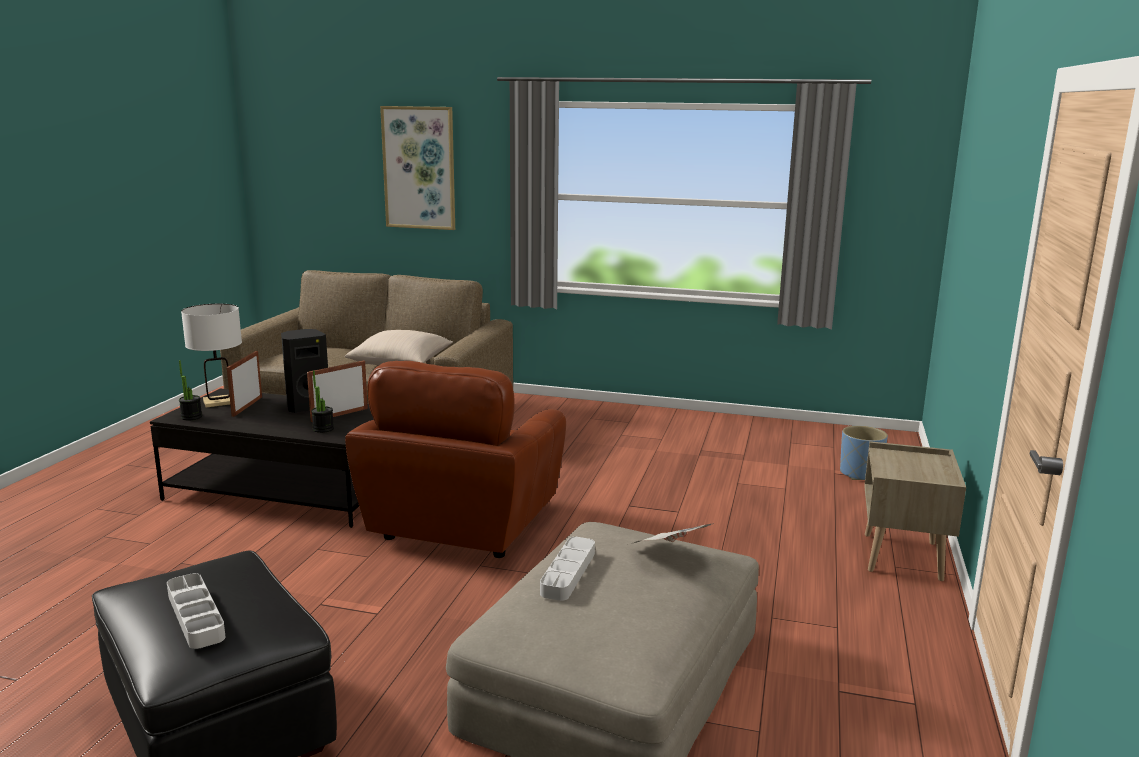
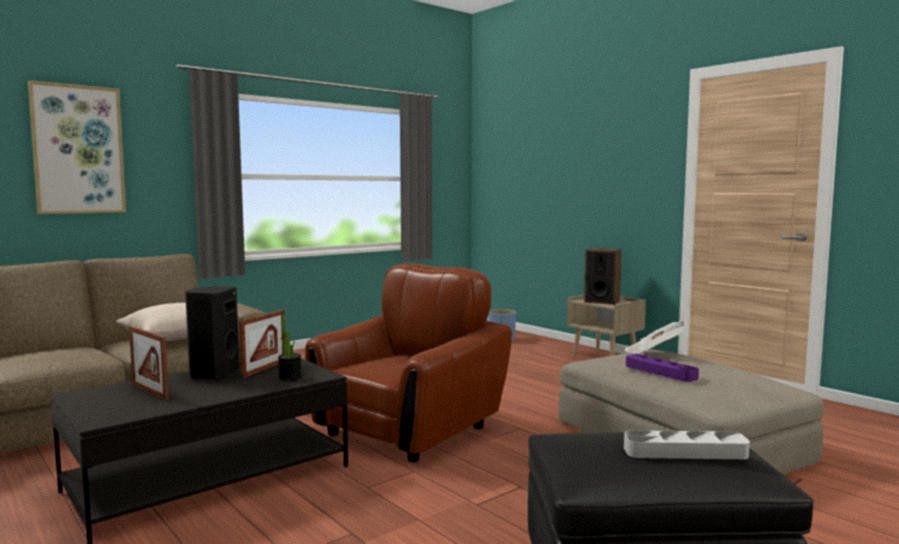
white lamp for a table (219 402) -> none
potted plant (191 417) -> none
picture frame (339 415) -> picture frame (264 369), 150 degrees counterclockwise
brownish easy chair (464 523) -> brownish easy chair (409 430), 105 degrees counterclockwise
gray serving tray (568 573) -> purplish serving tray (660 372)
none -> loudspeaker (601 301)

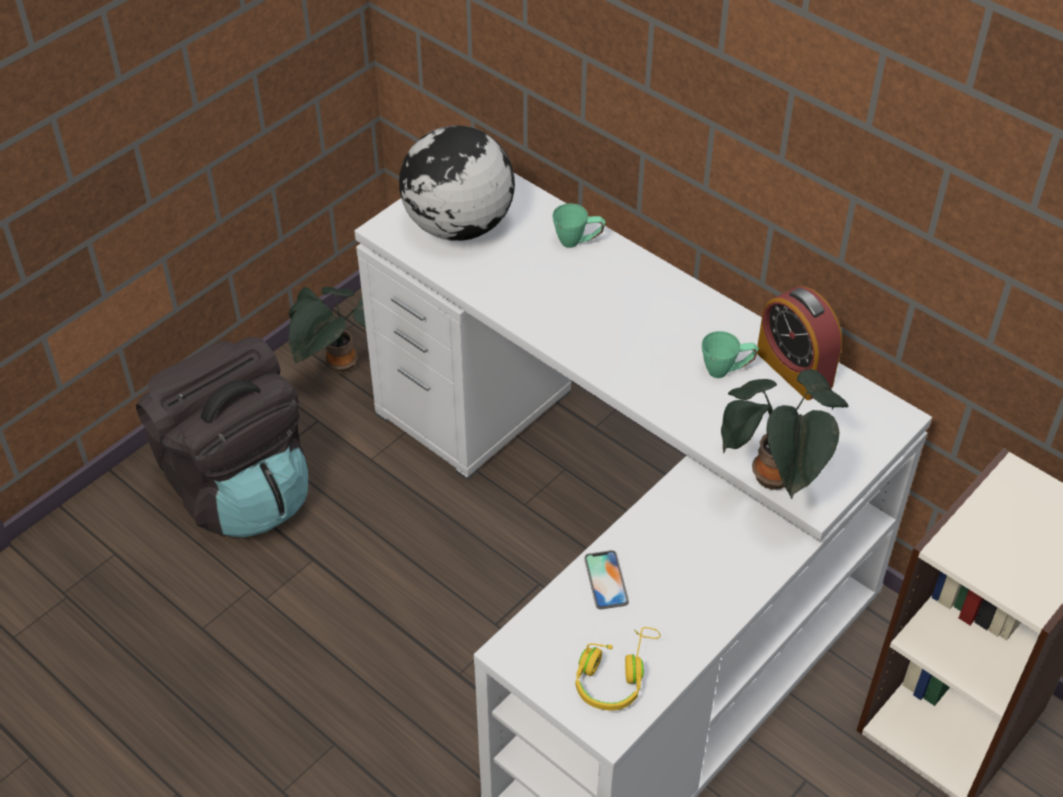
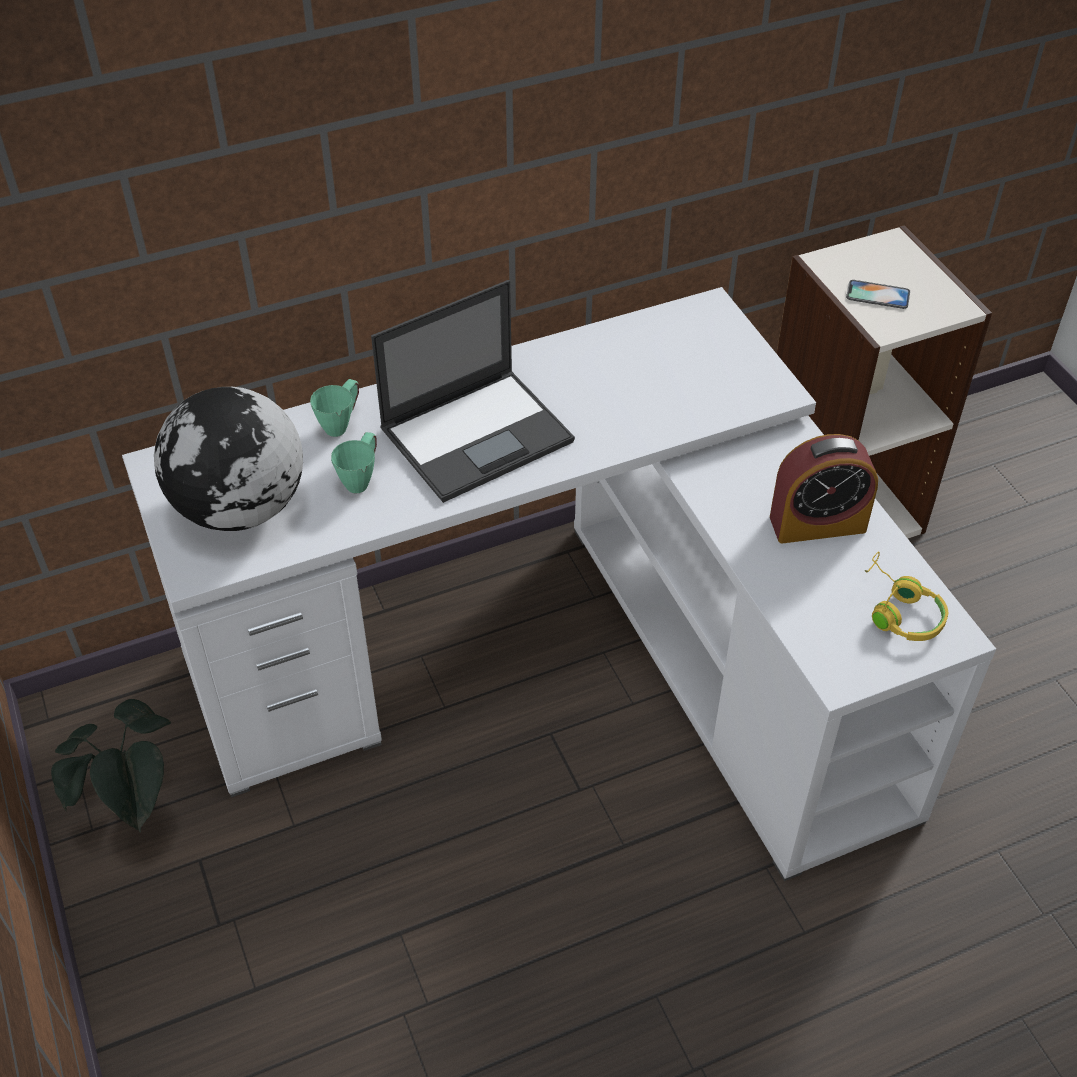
table clock (794 369) -> table clock (817 523), shifted
green-coloured tea mug (726 370) -> green-coloured tea mug (361 478), shifted
black backpack (238 487) -> none
potted plant (774 481) -> none
handset (606 580) -> handset (878 295), shifted
none -> portable computer (478 434)

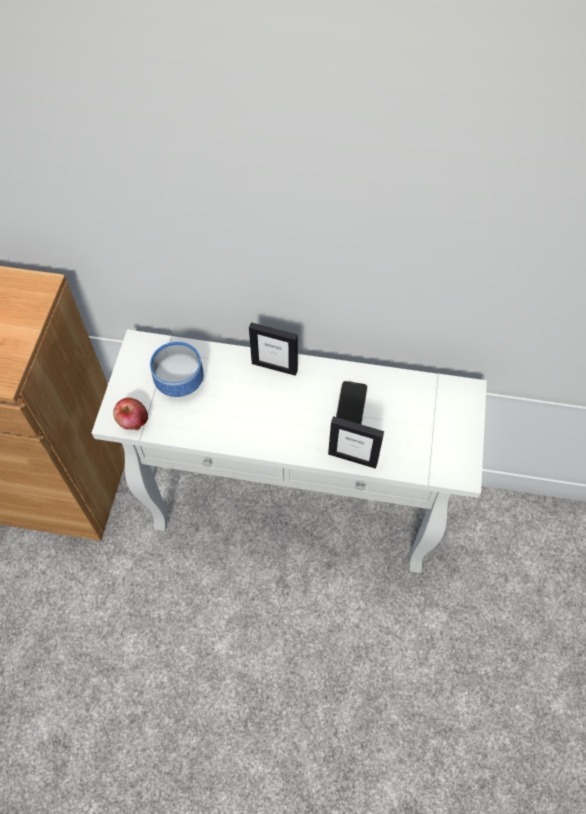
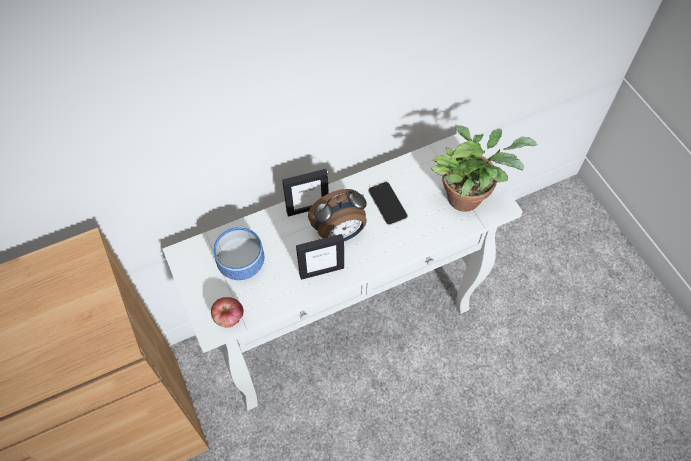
picture frame (352 458) -> picture frame (321 271), shifted
none -> potted plant (468 195)
none -> table clock (340 233)

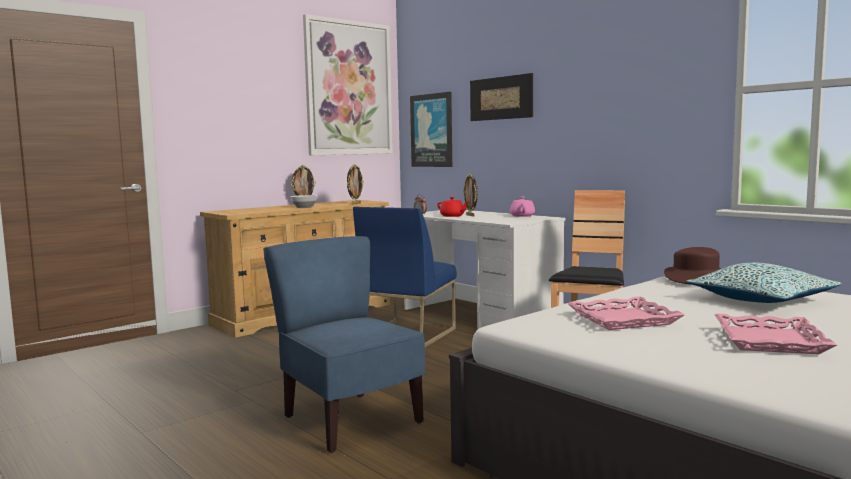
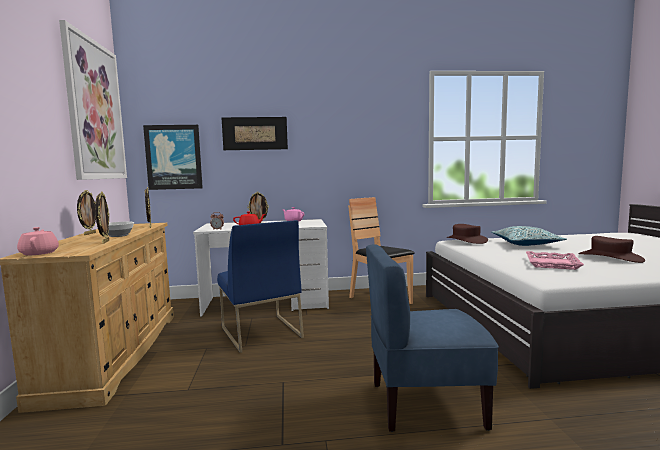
pink-coloured serving tray (770 341) -> brownish hat (610 257)
none -> picture frame (105 242)
none -> pink-coloured tea pot (39 253)

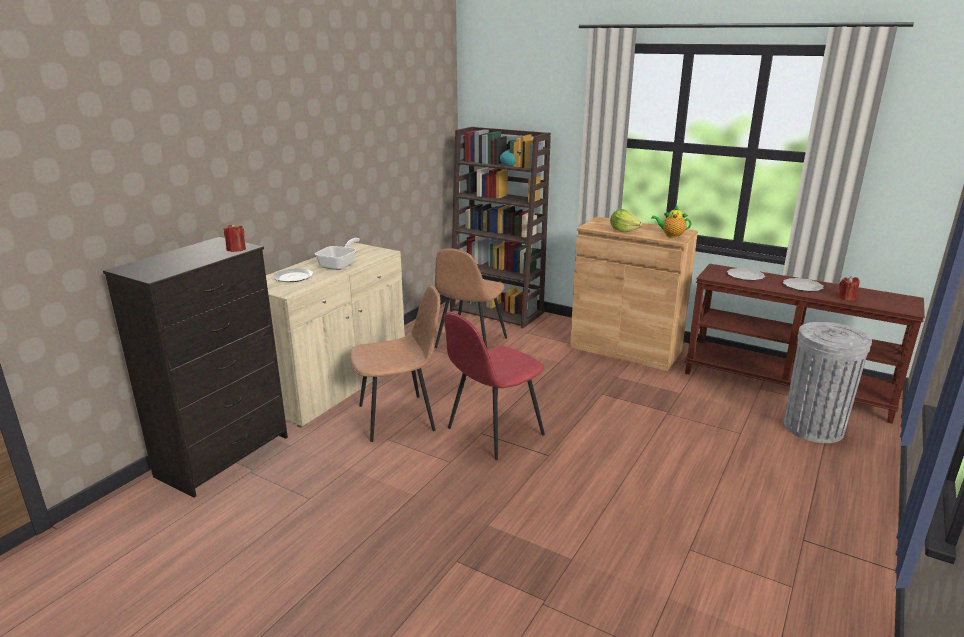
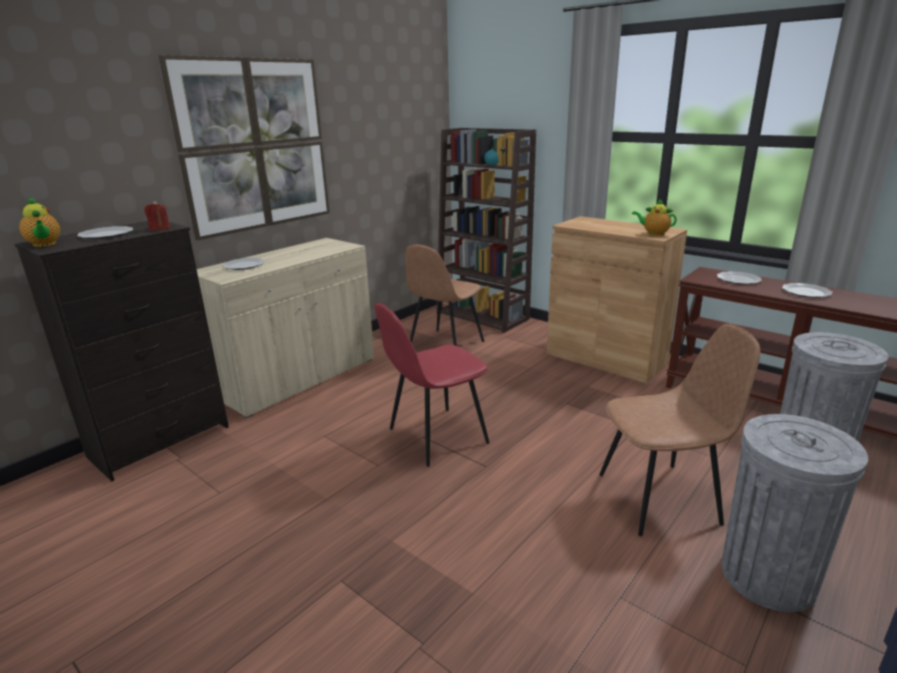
lettuce (623 231) -> none
frying pan (340 264) -> none
red-coloured candle (846 298) -> none
brownish plain chair (399 417) -> brownish plain chair (661 498), shifted
none -> wall art (255 146)
none -> tea pot (45 244)
none -> dinner plate (107 234)
none -> gray waste bin (767 576)

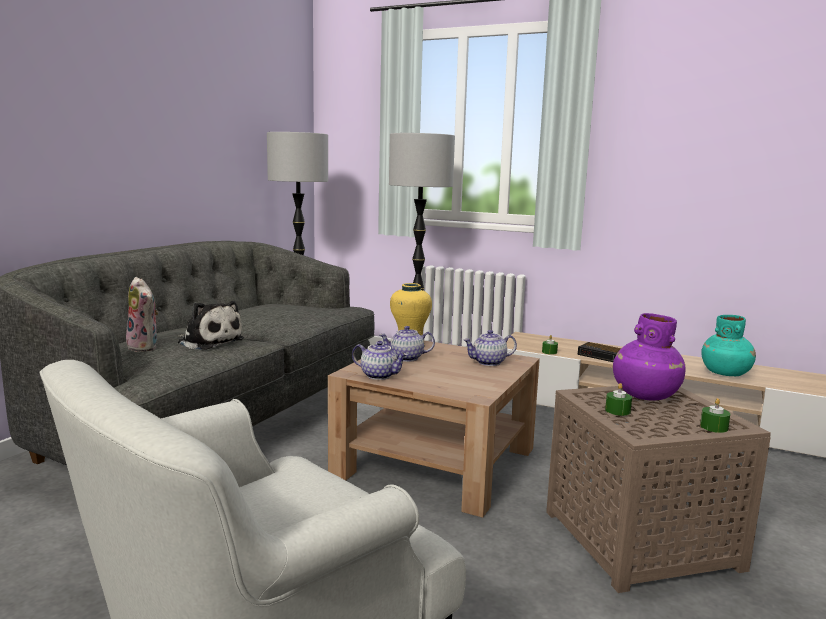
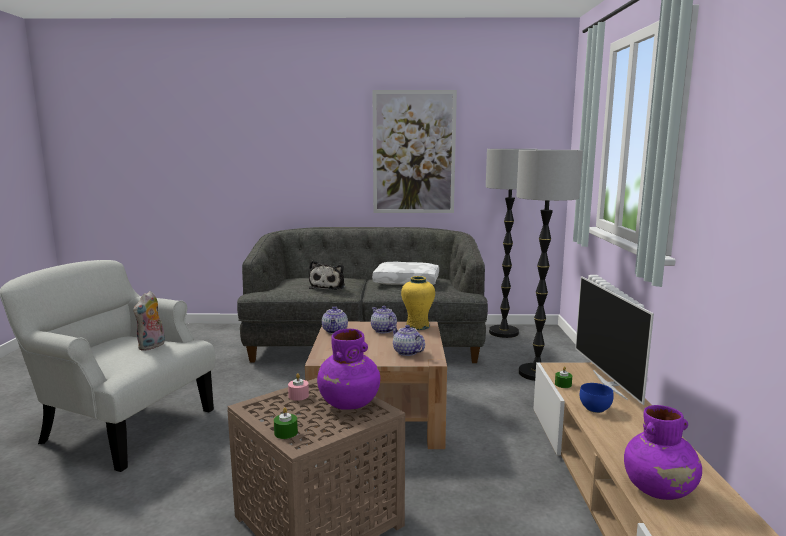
soft toy (145 347) -> soft toy (152 346), shifted
turquoise-coloured decorative vase (725 373) -> purplish decorative vase (659 490)
table clock (602 356) -> blue-coloured serving bowl (596 409)
green-coloured candle (617 411) -> pink-coloured candle (298 396)
none -> wall art (414 152)
none -> white pillow (407 281)
none -> television (610 384)

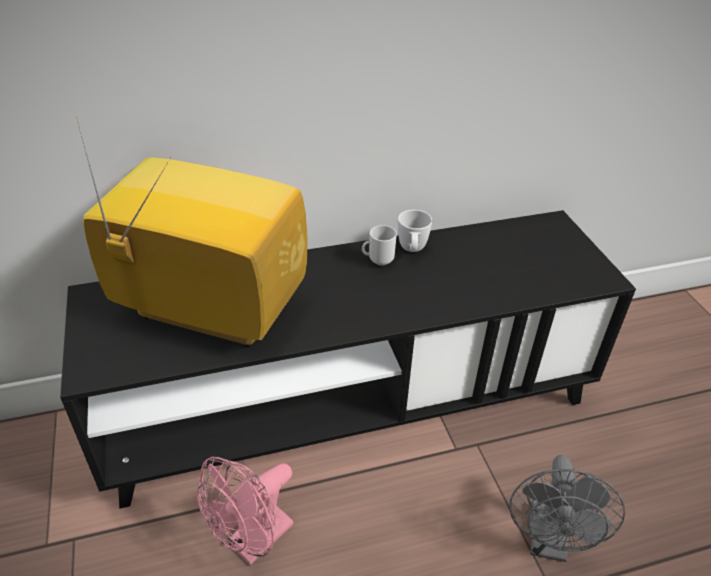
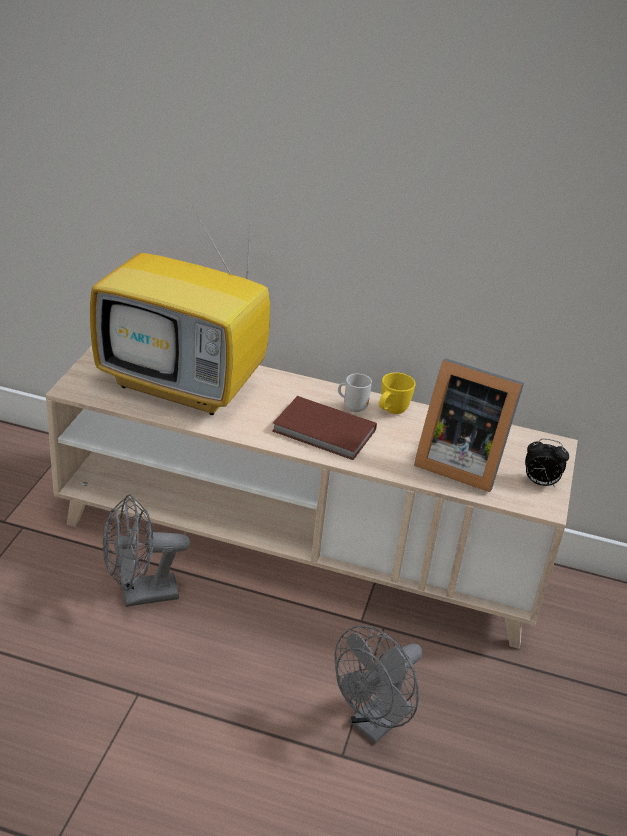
television (207 311) -> television (185 385), 150 degrees clockwise
black media console (352 407) -> sand-coloured media console (300 546)
white tea mug (412 251) -> yellow tea mug (390 412)
pink-coloured electric fan (253 542) -> gray electric fan (140 595)
none -> picture frame (458 462)
none -> brownish book (324 432)
none -> table clock (539 483)

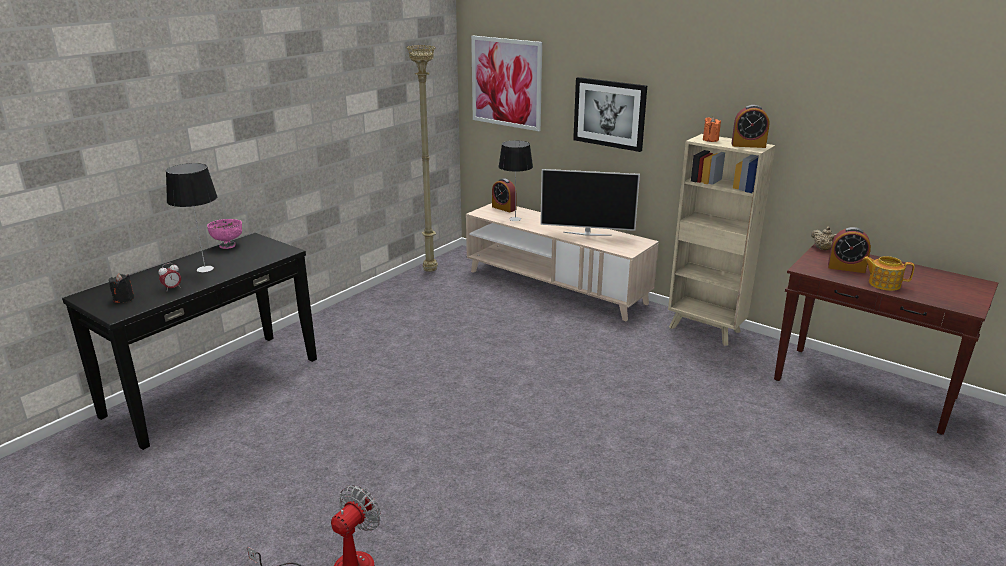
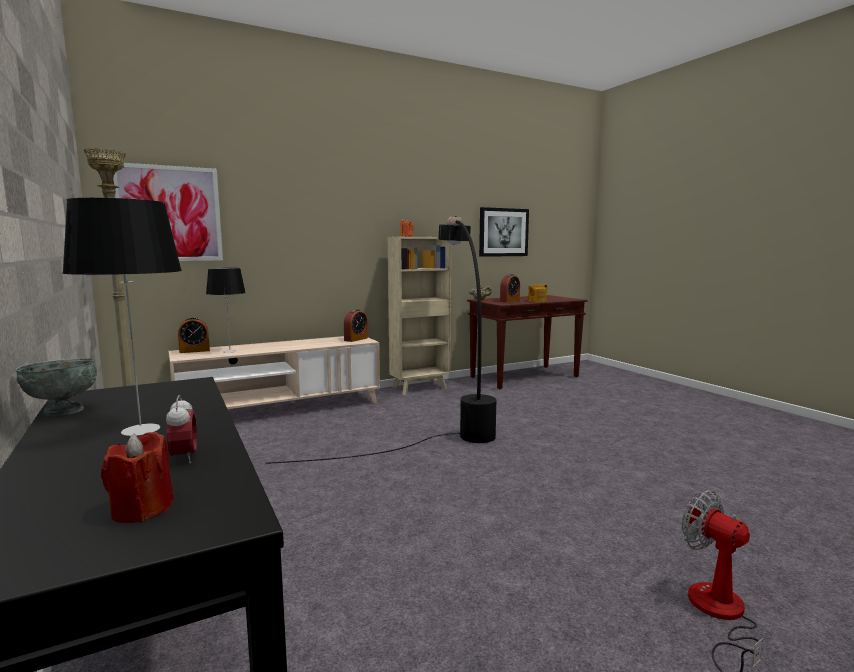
wall art (609 113) -> wall art (503 232), shifted
table clock (748 145) -> table clock (356 339), shifted
television (587 233) -> none
pink-coloured serving bowl (228 245) -> gray serving bowl (62 411)
black candle (124 299) -> red-coloured candle (142 509)
none -> black standing lamp (449 423)

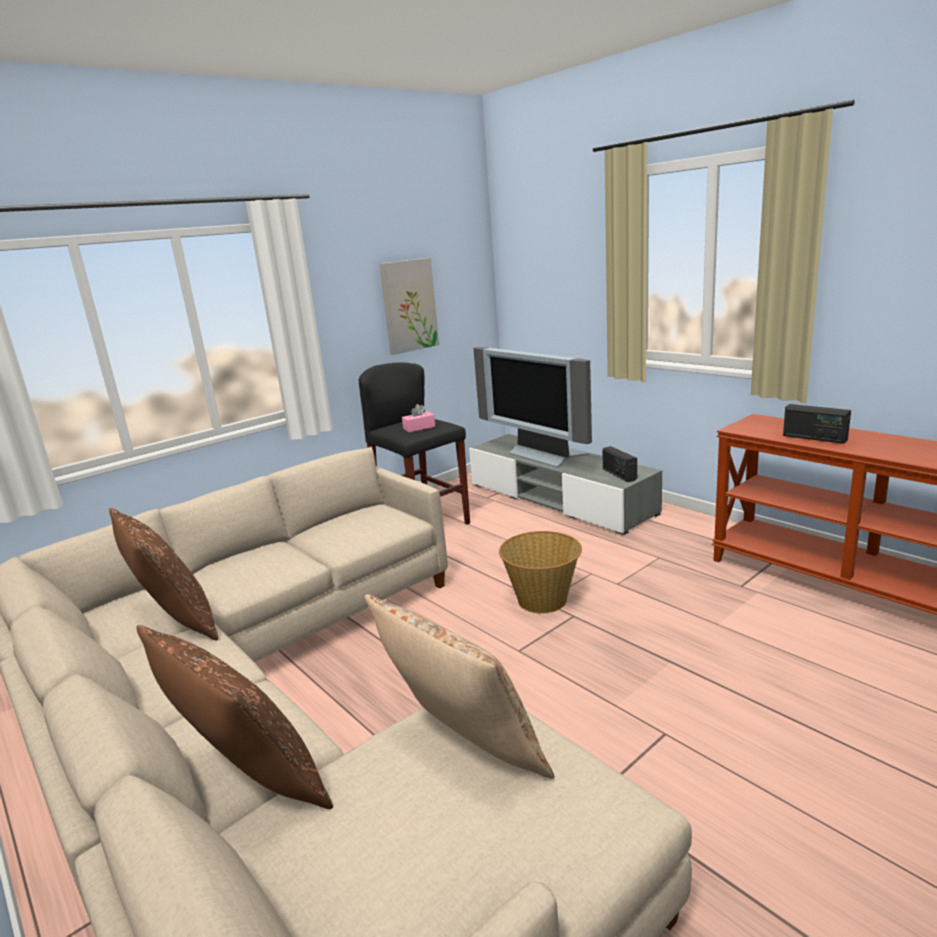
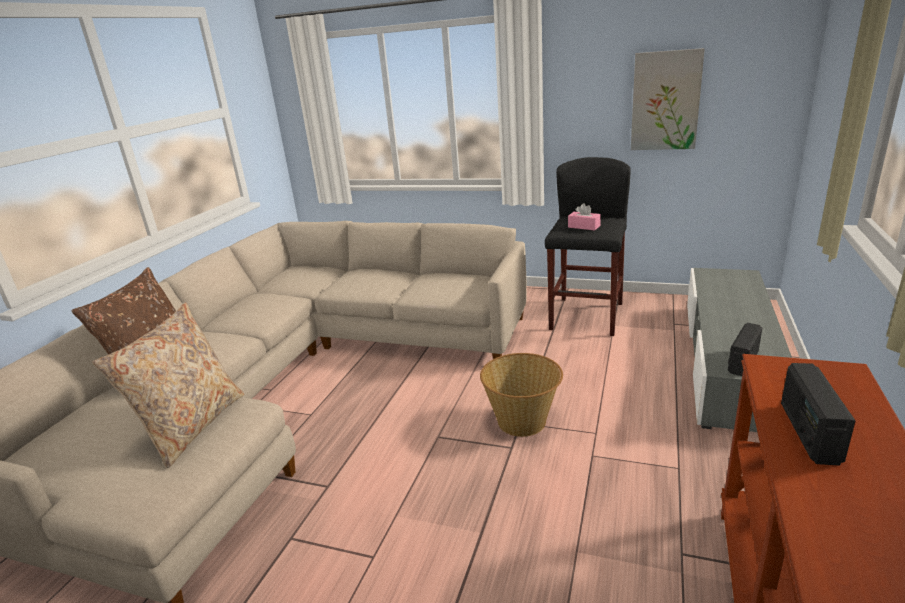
television (544 456) -> none
brownish pillow (176 623) -> none

